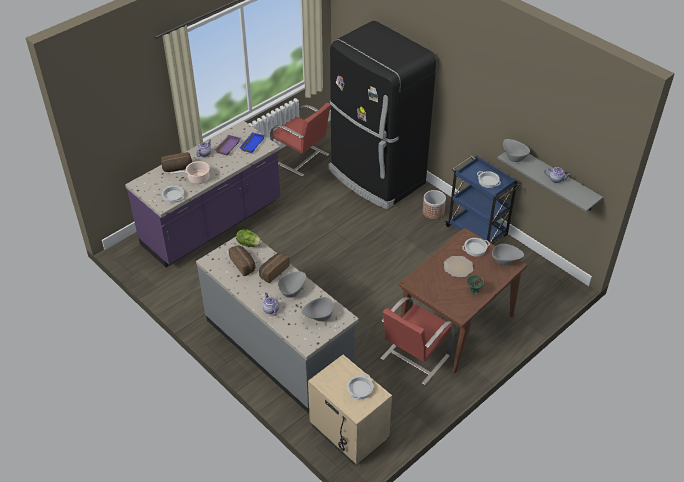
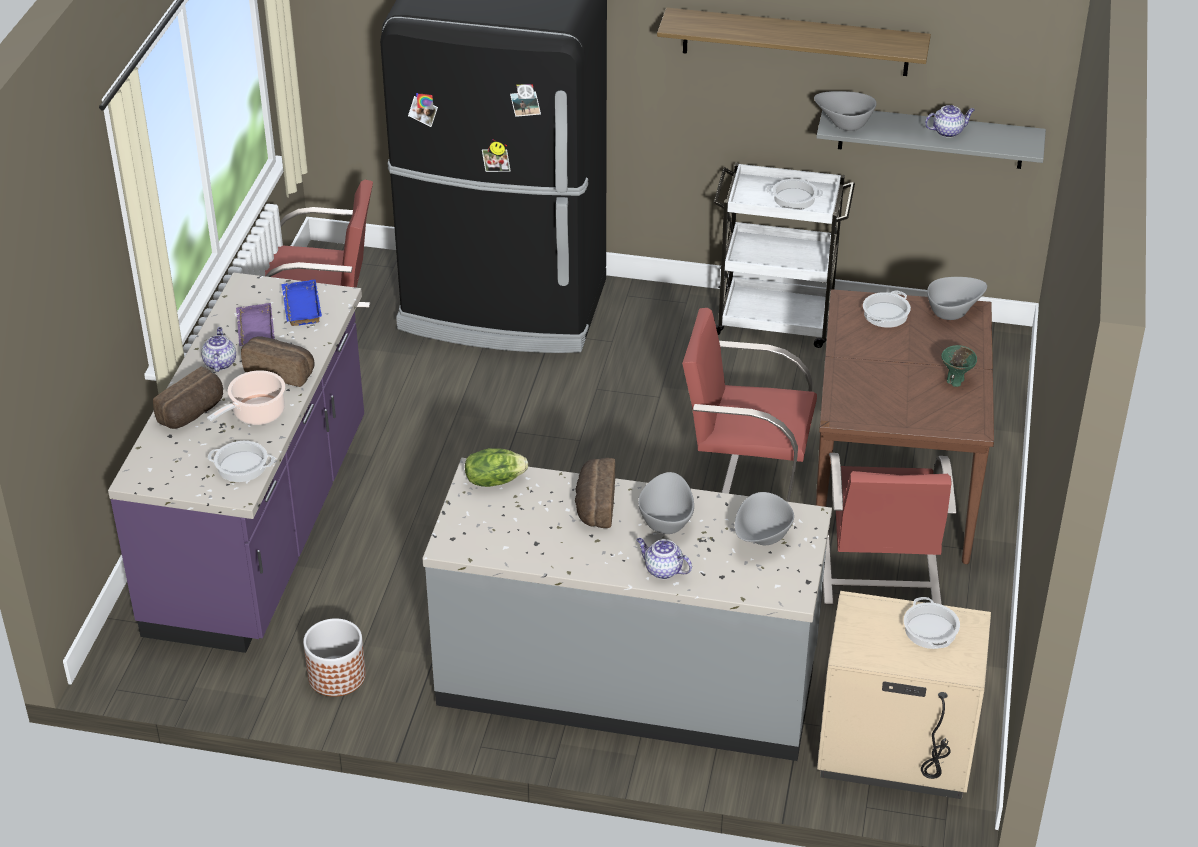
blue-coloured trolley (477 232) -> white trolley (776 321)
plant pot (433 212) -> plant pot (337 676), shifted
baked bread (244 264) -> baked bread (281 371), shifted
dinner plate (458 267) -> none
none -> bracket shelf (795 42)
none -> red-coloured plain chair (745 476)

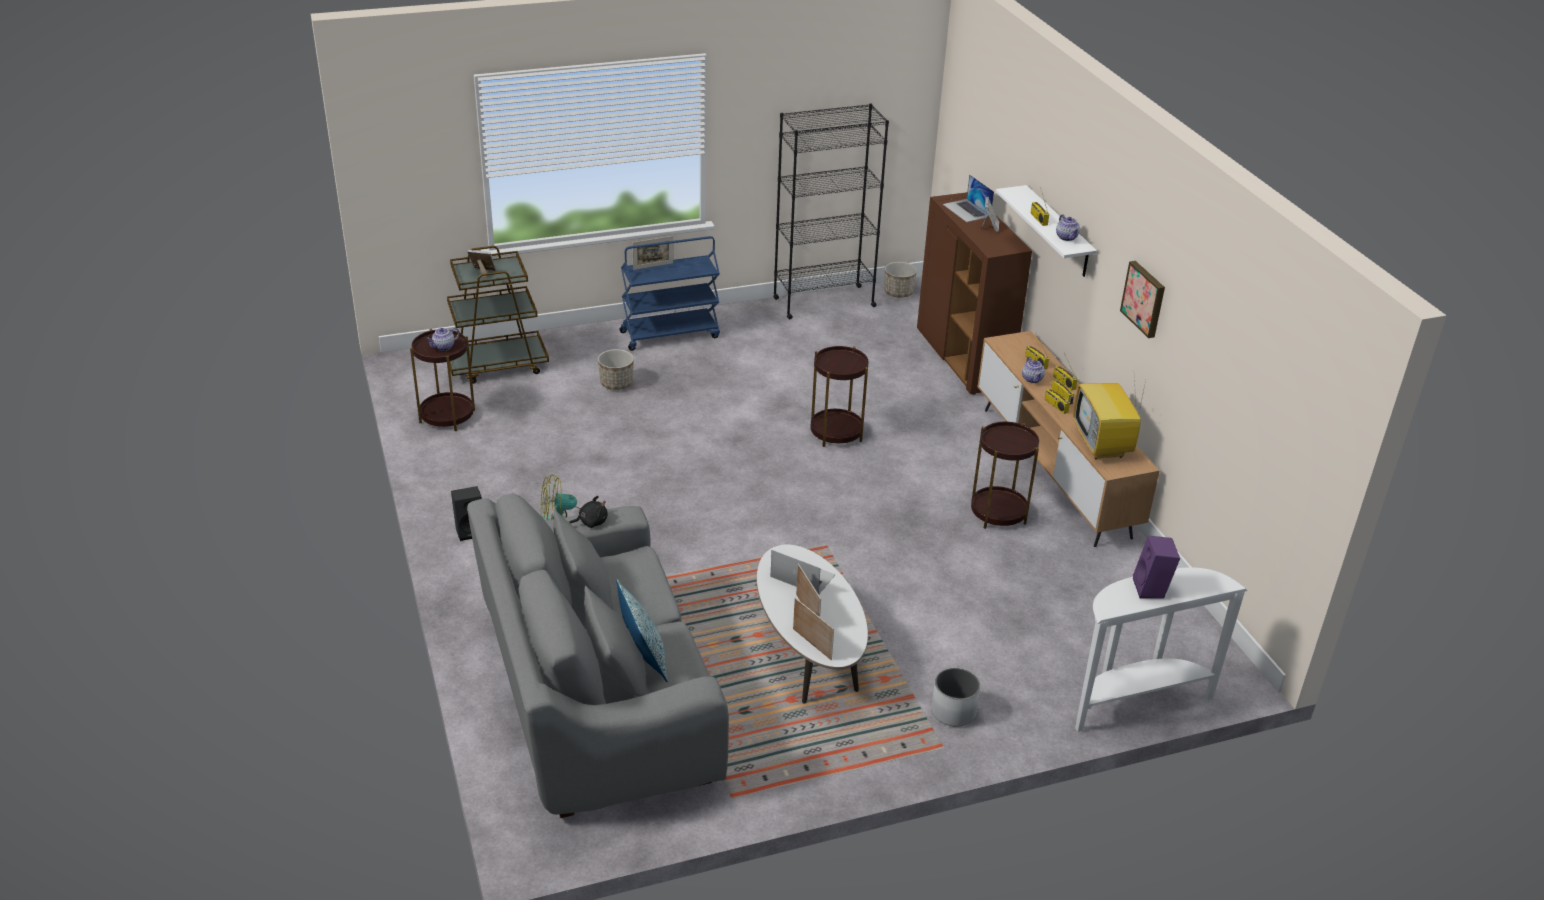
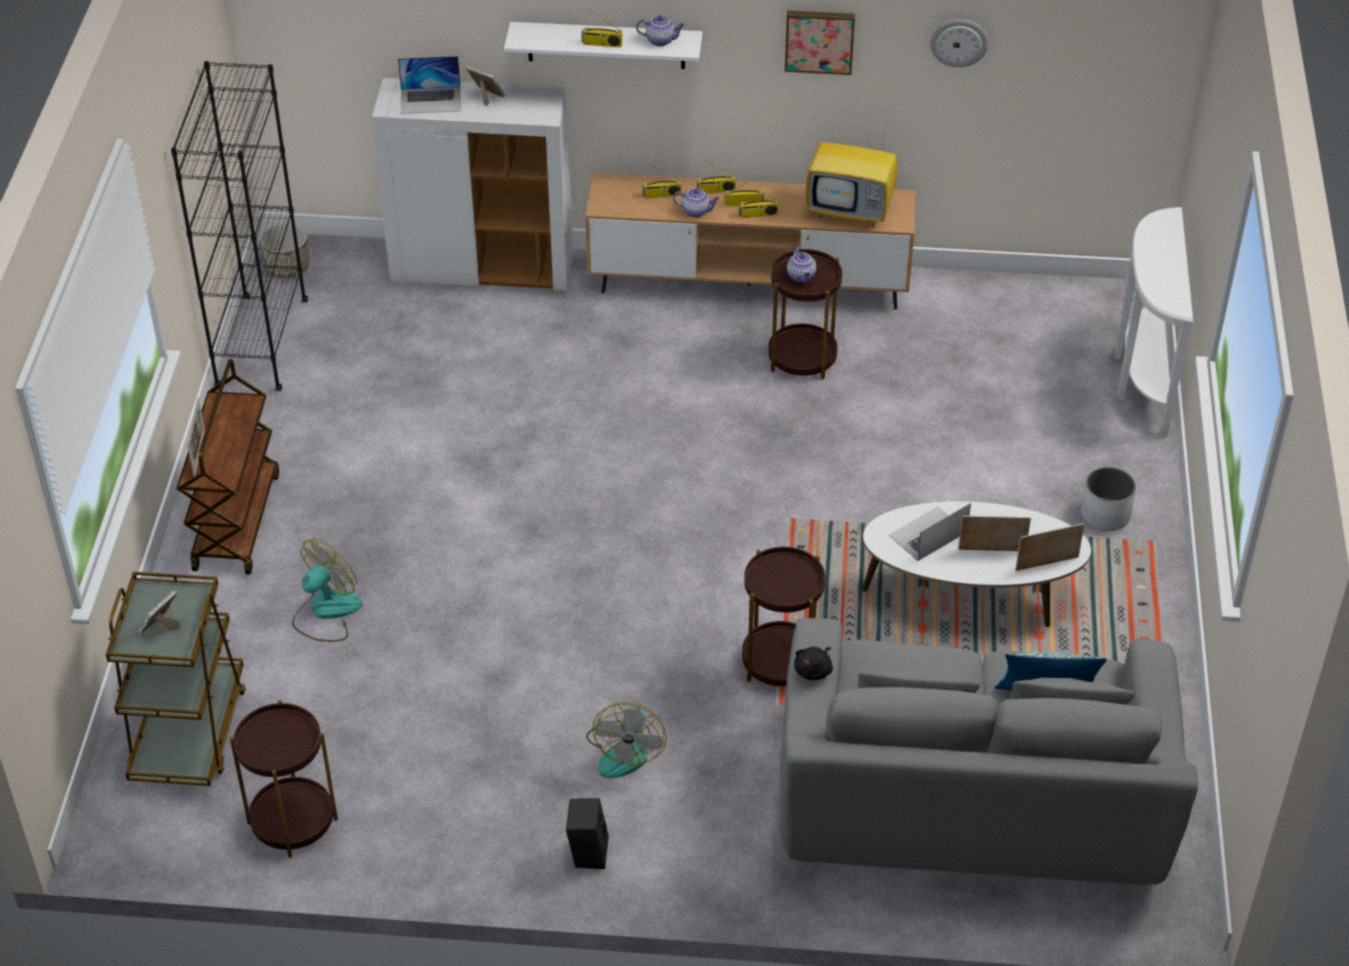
brownish cabinet (964 359) -> white cabinet (483 268)
blue-coloured trolley (670 334) -> brownish trolley (236 520)
tea pot (443 347) -> tea pot (801 276), shifted
brownish side table (836 433) -> brownish side table (780 661), shifted
plant pot (616 383) -> electric fan (326 612)
black soft toy (591 522) -> black soft toy (814 670), 150 degrees counterclockwise
purplish loudspeaker (1152 589) -> none
none -> wall clock (959 42)

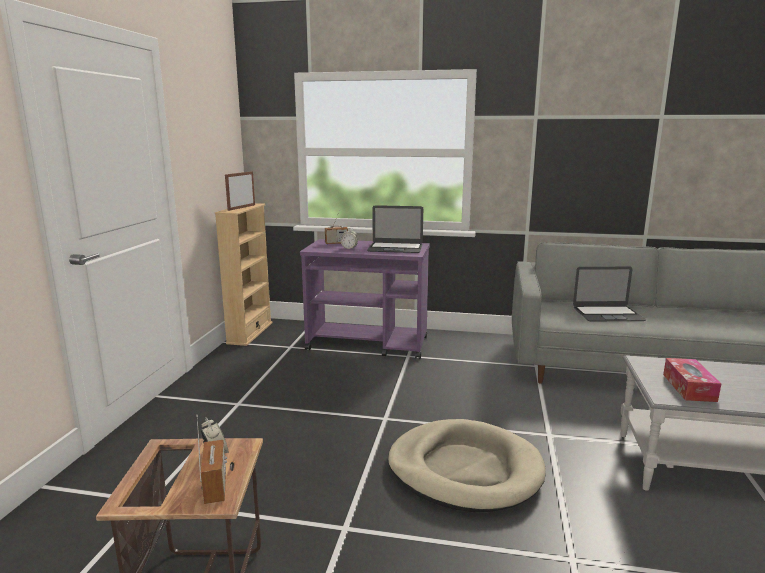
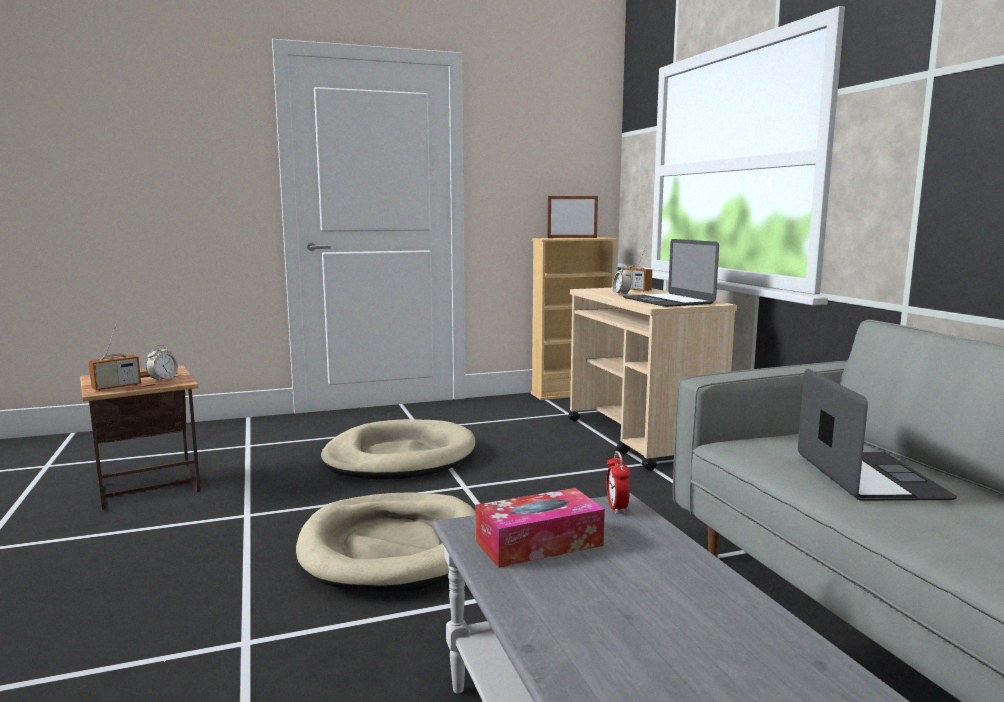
purplish trolley (368 344) -> sand-coloured trolley (642 439)
portable computer (608 314) -> portable computer (869 476), 150 degrees counterclockwise
none -> sand-coloured pet bed (399 457)
none -> table clock (616 508)

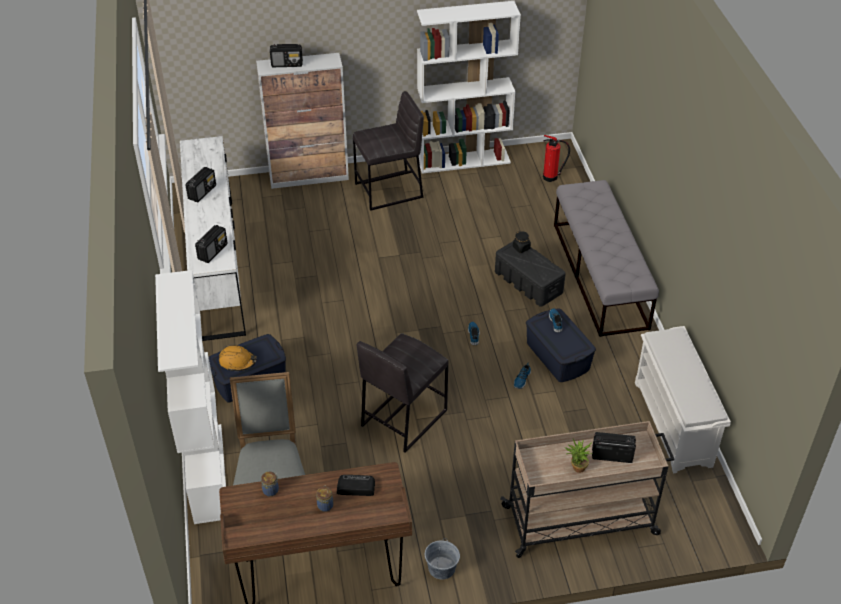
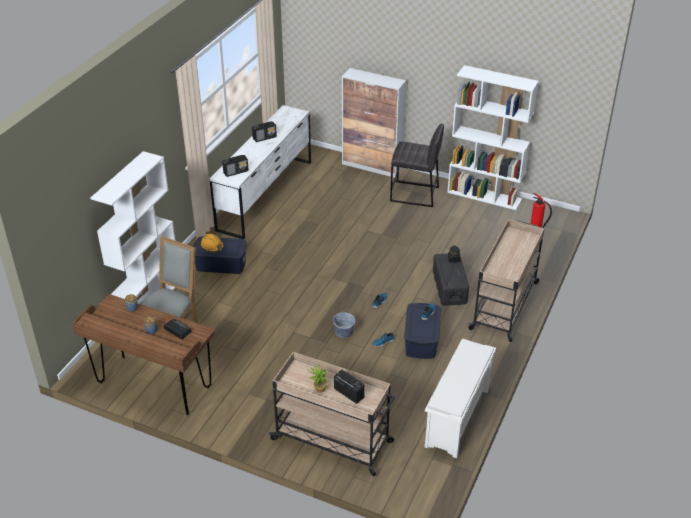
radio receiver (287 64) -> none
gray long seat (600 275) -> sand-coloured trolley (505 305)
gray stool seat (403 418) -> none
gray water bucket (441 568) -> gray water bucket (343 332), shifted

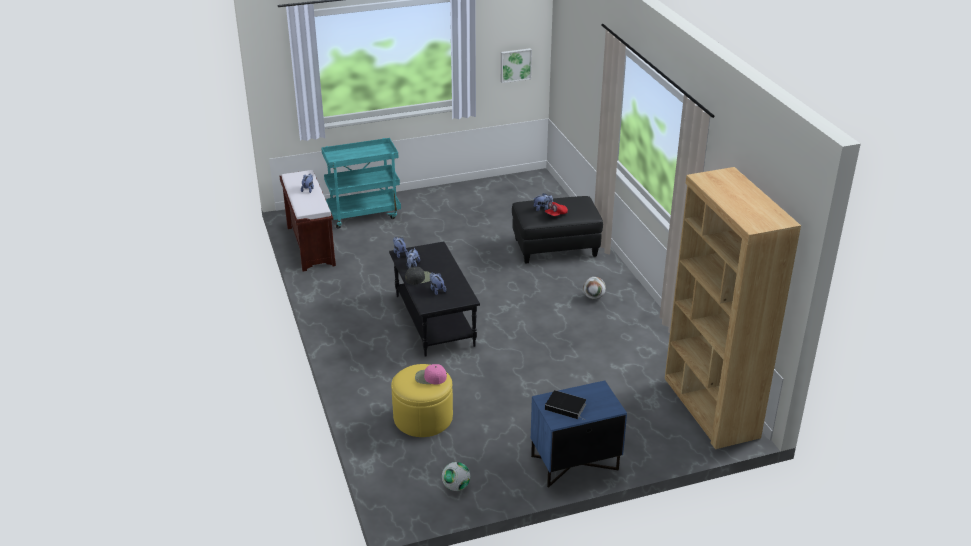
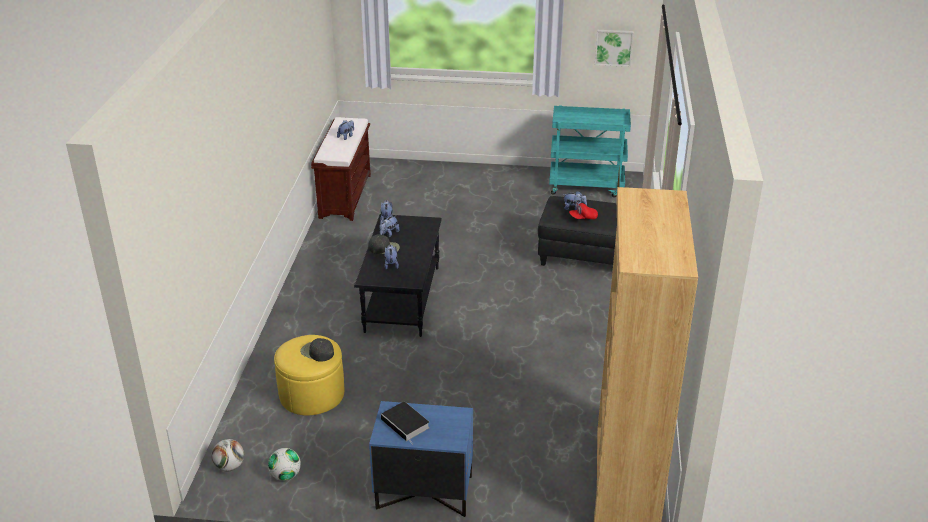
turquoise-coloured trolley (364 214) -> turquoise-coloured trolley (586 186), shifted
football (593 297) -> football (229 466), shifted
pink-coloured cap (430 377) -> black cap (317 352)

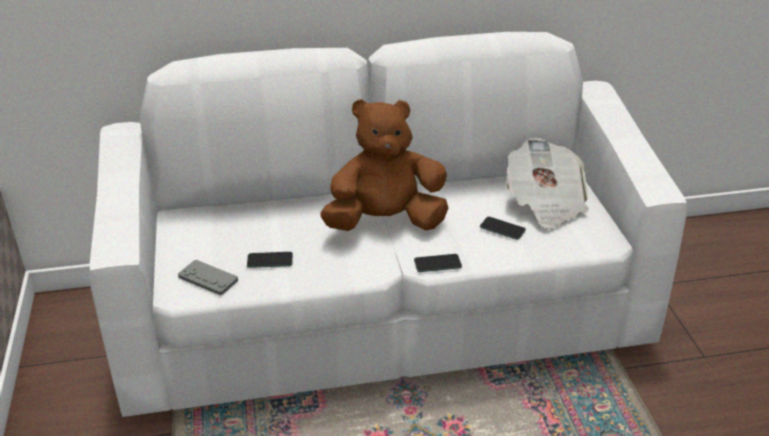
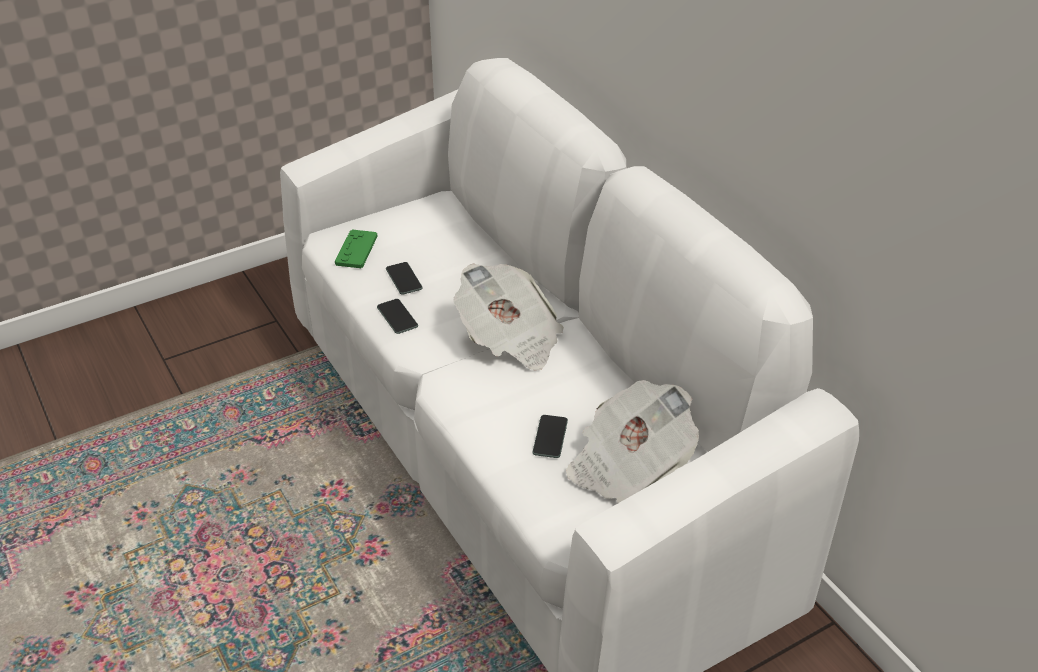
brownish soft toy (385 222) -> newspaper (510 338)
handset (437 263) -> handset (397 317), shifted
gray game controller (208 278) -> green-coloured game controller (356 250)

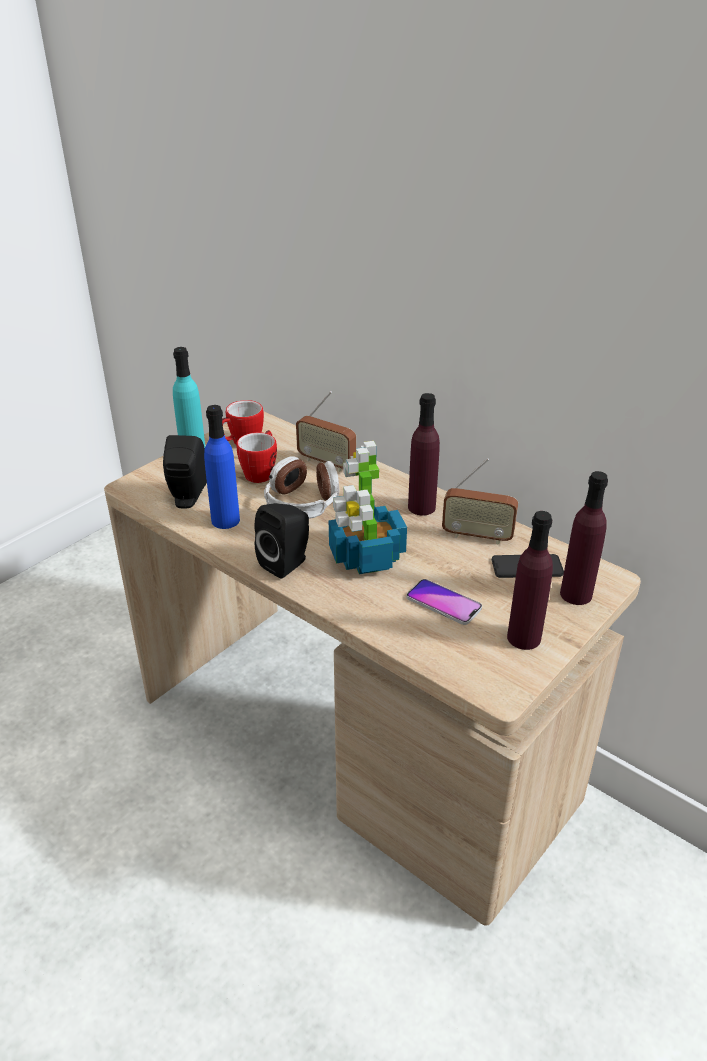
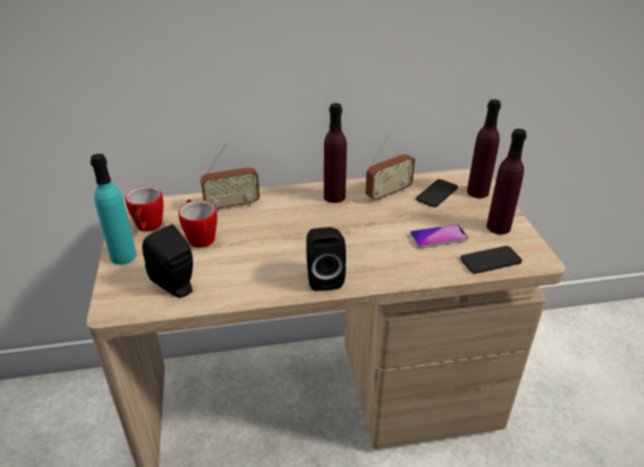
blue-coloured bottle (225 520) -> none
potted plant (366 557) -> none
headphones (302 503) -> none
none -> handset (490 260)

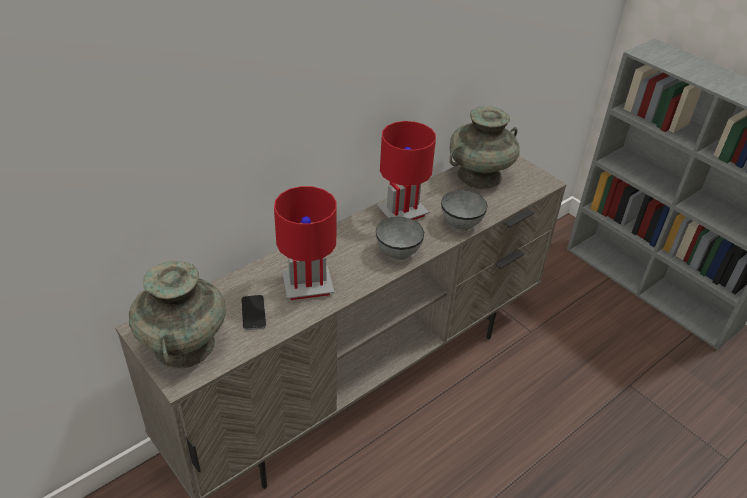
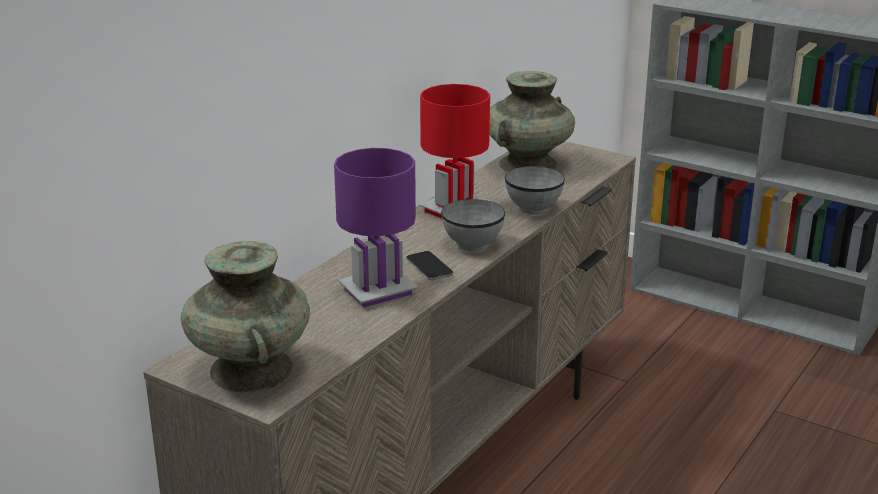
red-coloured lamp for a table (308 286) -> purplish lamp for a table (378 291)
handset (253 313) -> handset (429 267), shifted

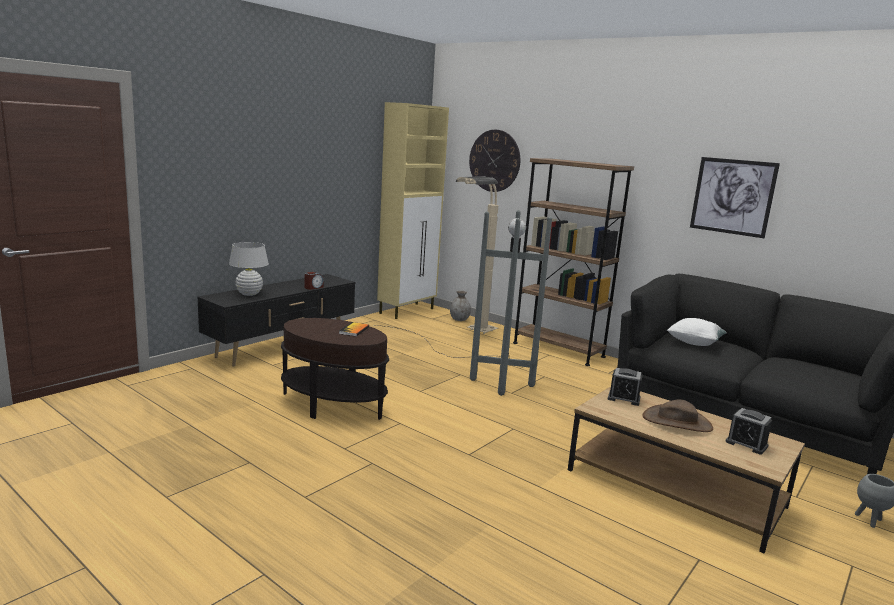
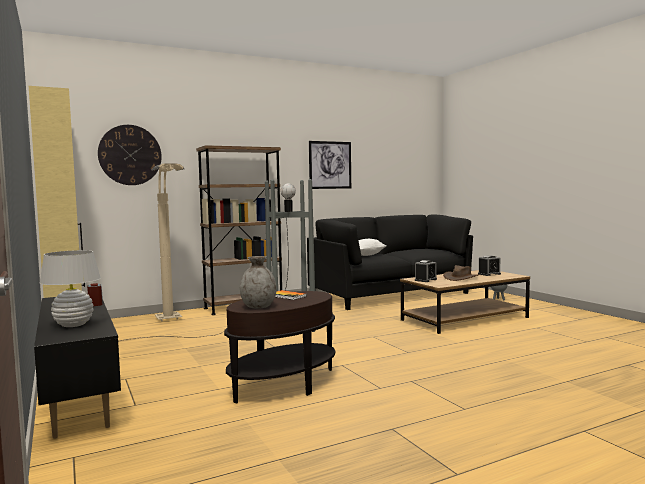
gray decorative vase (459 320) -> gray decorative vase (259 307), shifted

